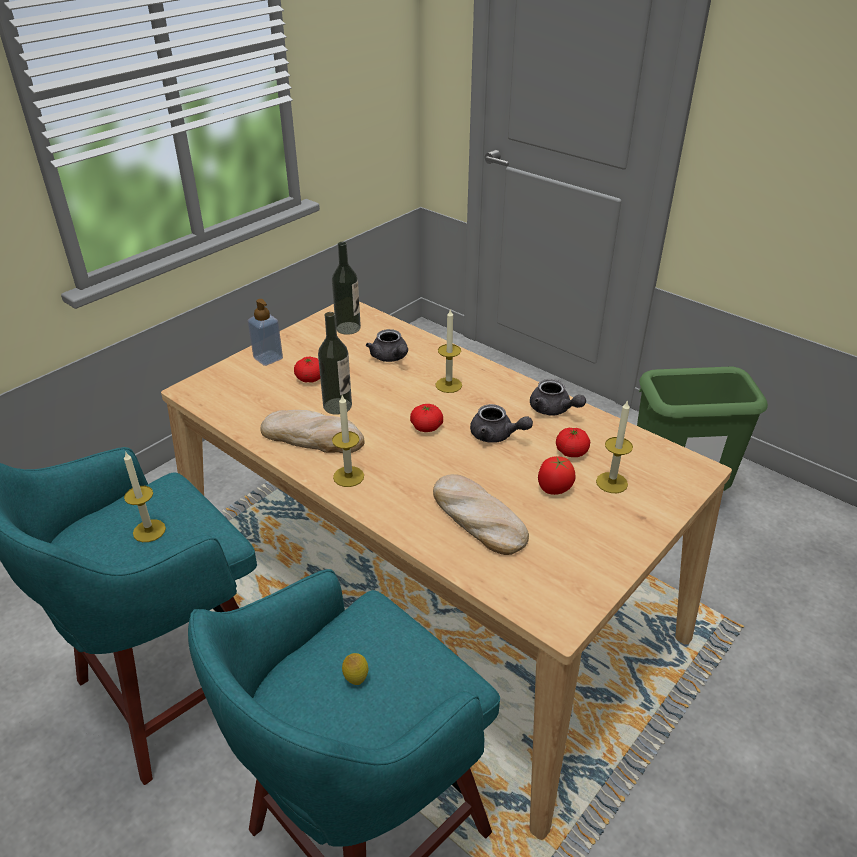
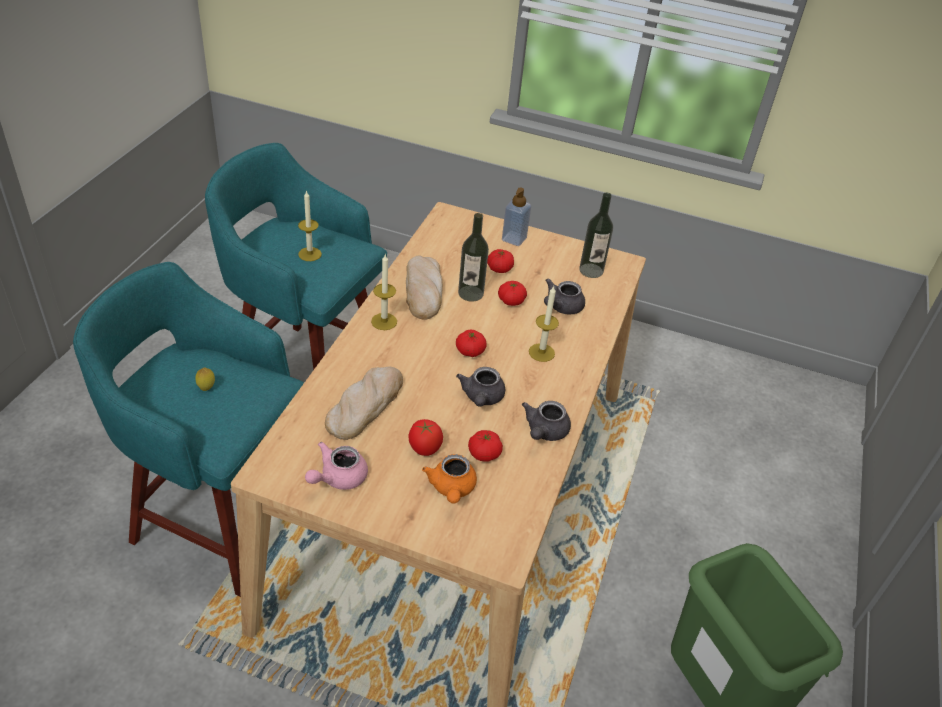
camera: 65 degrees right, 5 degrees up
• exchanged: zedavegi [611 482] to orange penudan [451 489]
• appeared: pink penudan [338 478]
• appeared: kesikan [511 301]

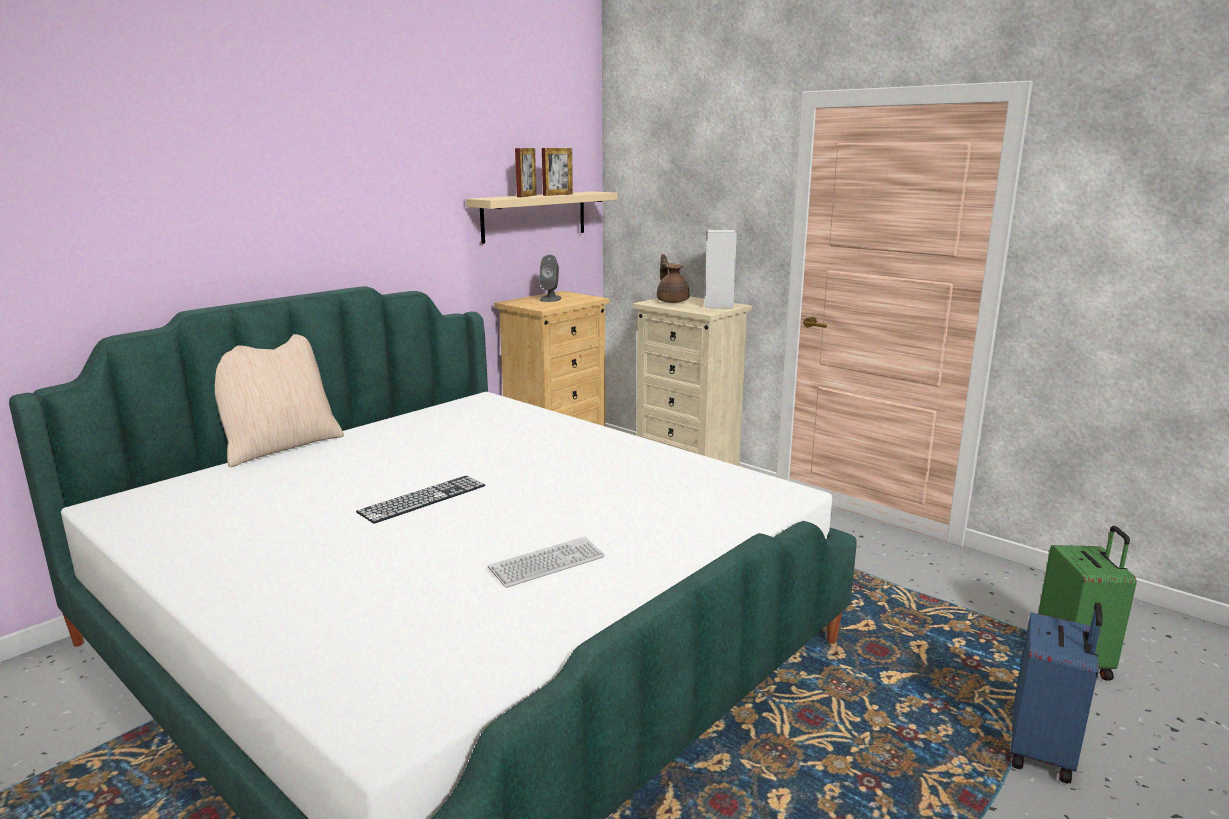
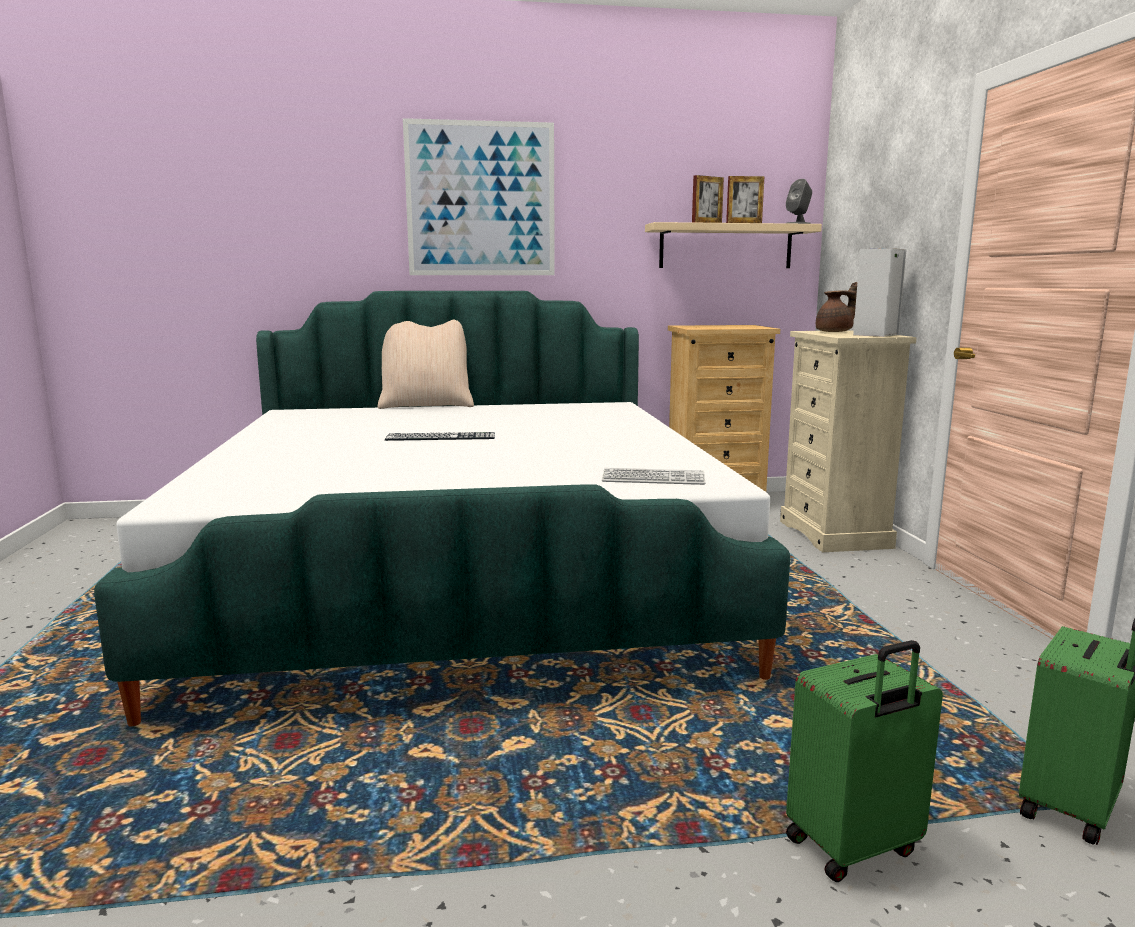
camera: 40 degrees right, 5 degrees down
• relocated: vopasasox [547 564] to [653 478]
• relocated: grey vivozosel [550 299] to [798 224]
• spun: brown penudan [672 301] = [835 331] 45 degrees clockwise
• colour: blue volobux [1043 752] to green volobux [854 847]
• appeared: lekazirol [481 199]

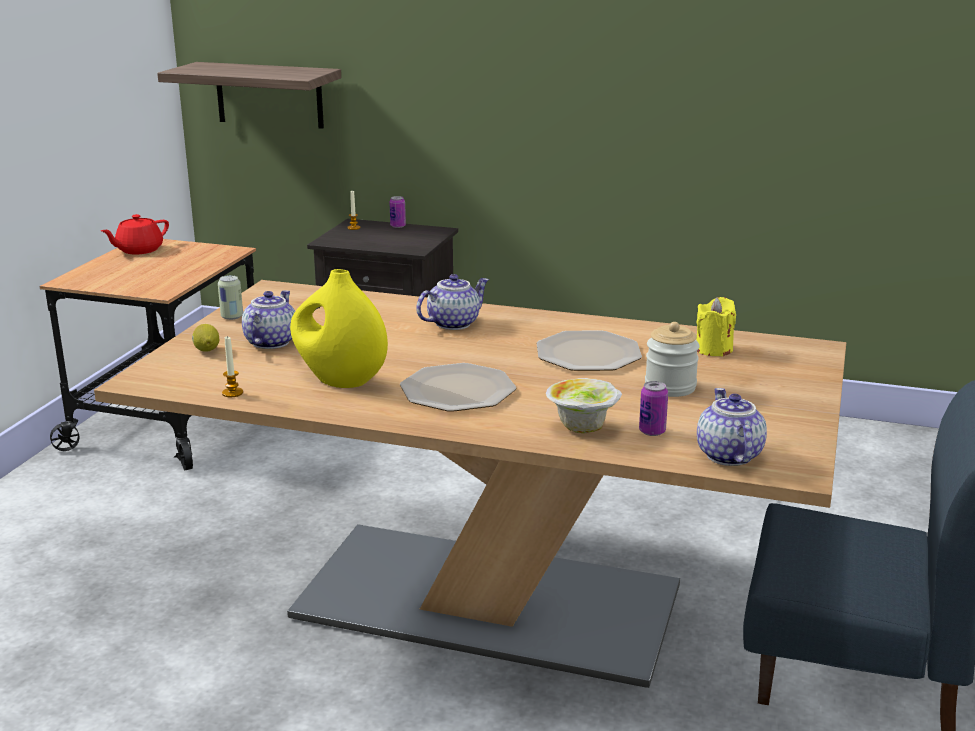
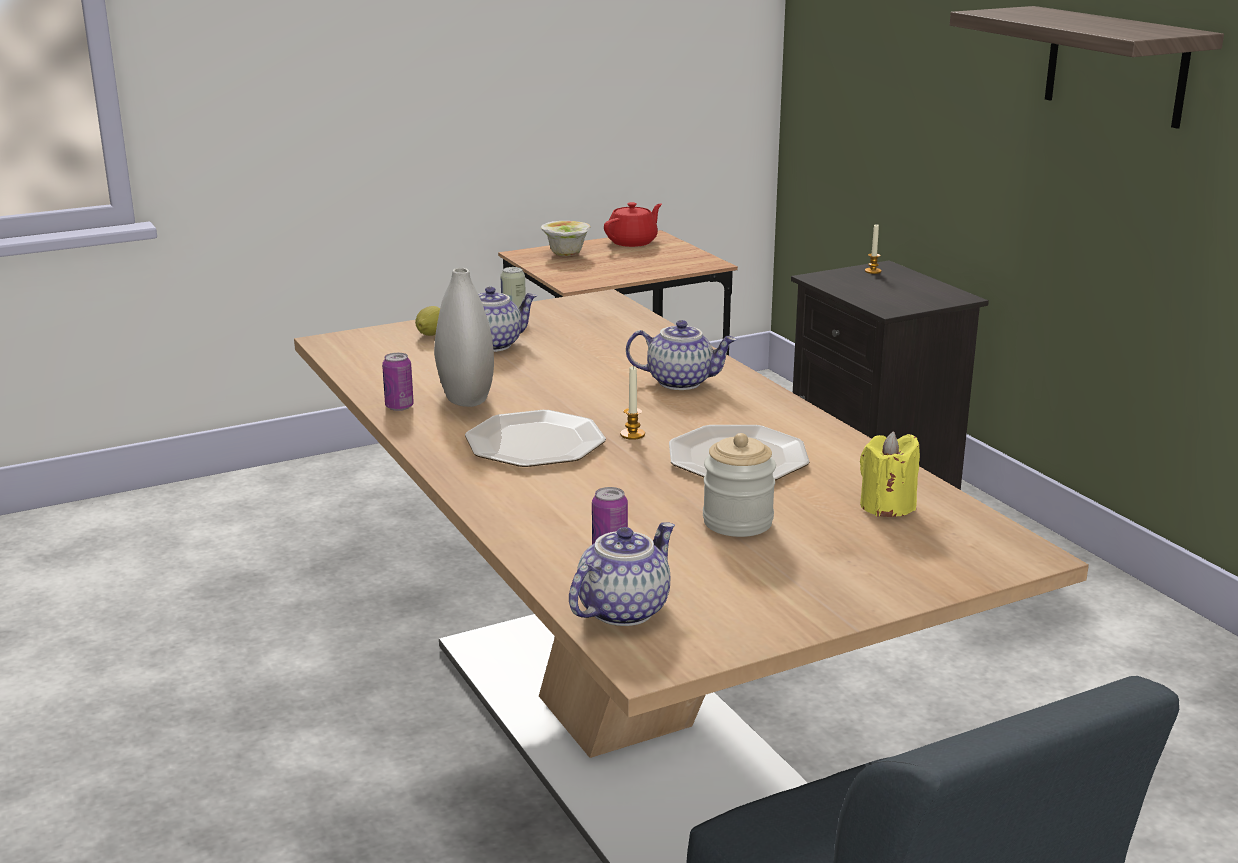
camera: 45 degrees right, 0 degrees up
• spun: red penudan [138 250] = [633 242] 135 degrees clockwise
• relocated: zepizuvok [269 95] to [1116 66]
• relocated: zedavegi [232 393] to [632 434]
• colour: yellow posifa [340 381] to white posifa [465 396]
• relocated: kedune [398 226] to [399 406]
• relocated: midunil [582 428] to [565 254]

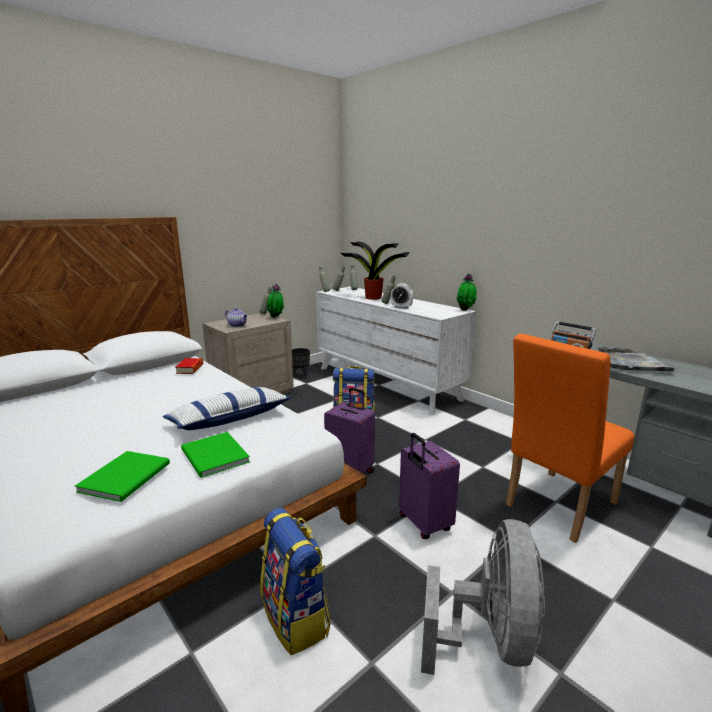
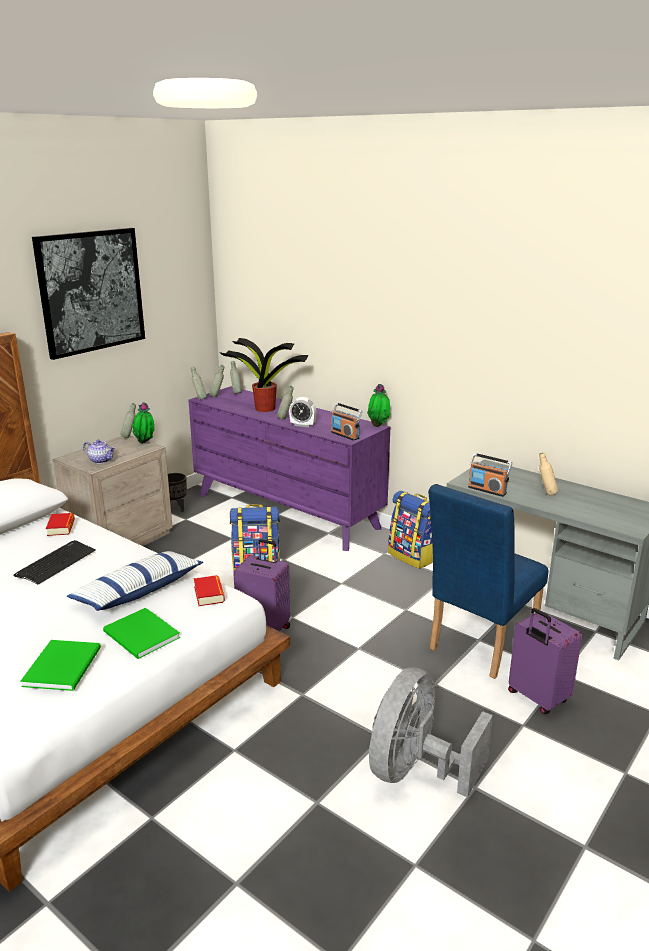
camera: 10 degrees left, 5 degrees up
• relocated: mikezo [297 618] to [412 557]
• colour: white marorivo [386 383] to purple marorivo [287 511]
• relocated: purple volobux [423 524] to [536 698]
• spun: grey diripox [489 639] = [416 770] 150 degrees counterclockwise
• colour: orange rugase [555 507] to blue rugase [478 645]
• exchanged: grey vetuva [629 362] to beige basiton [545 494]
• appeared: vopasasox [56 563]
• appeared: lekazirol [91 291]
• appeared: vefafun [209 594]
• appeared: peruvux [345 435]

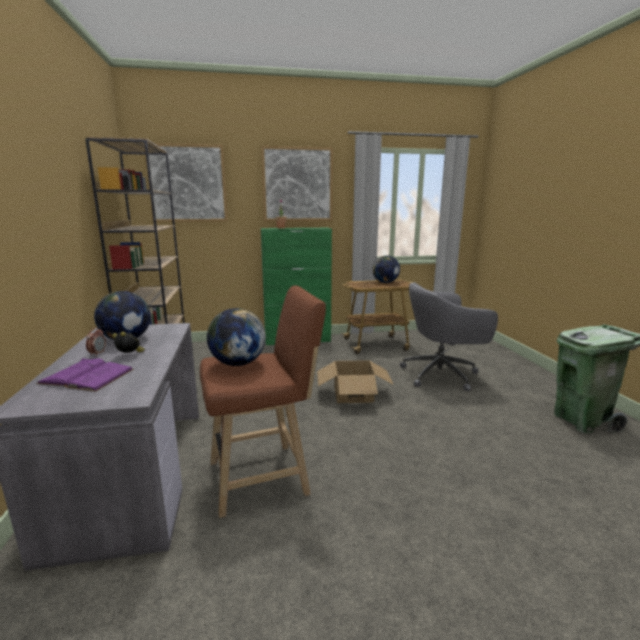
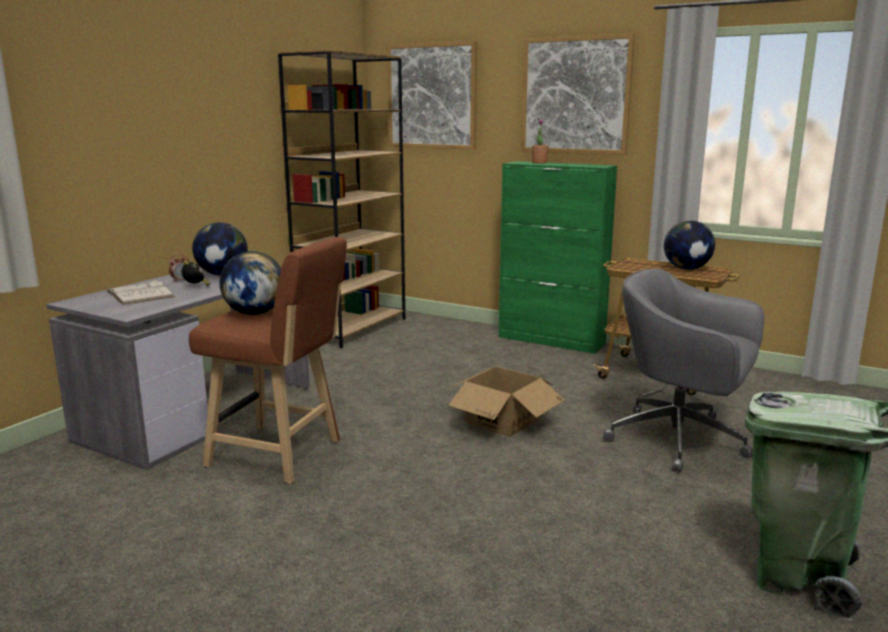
camera: 40 degrees right, 0 degrees up
• colour: purple vefafun [87 376] to white vefafun [140 294]

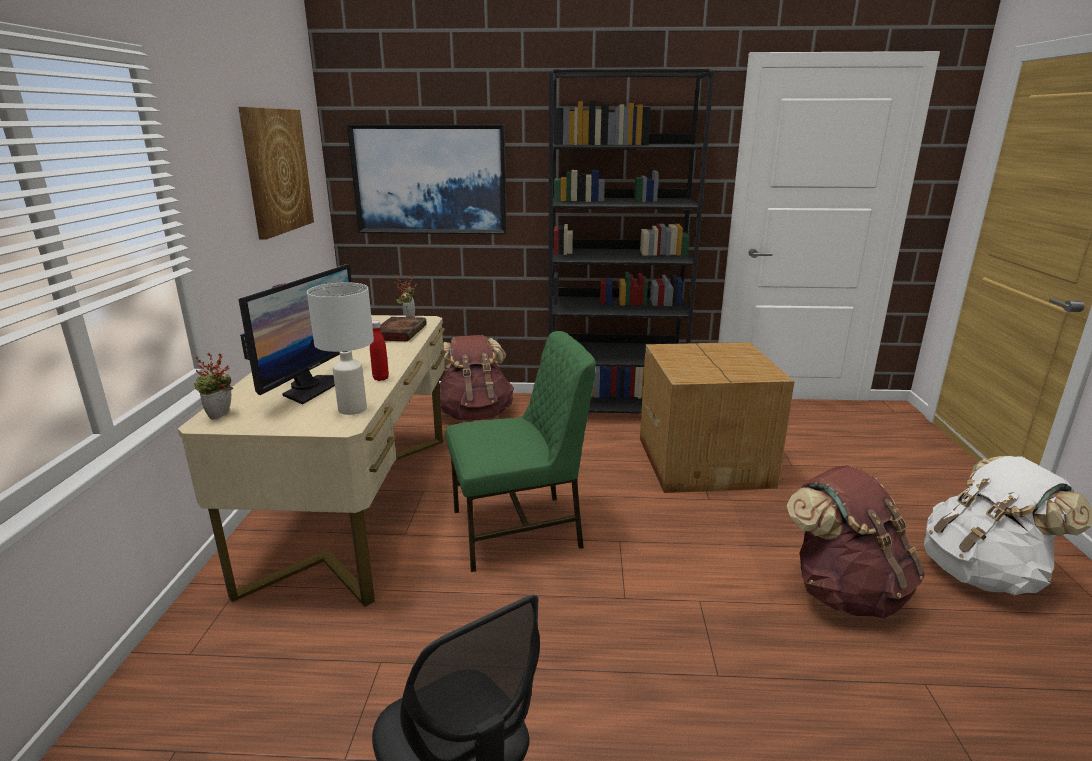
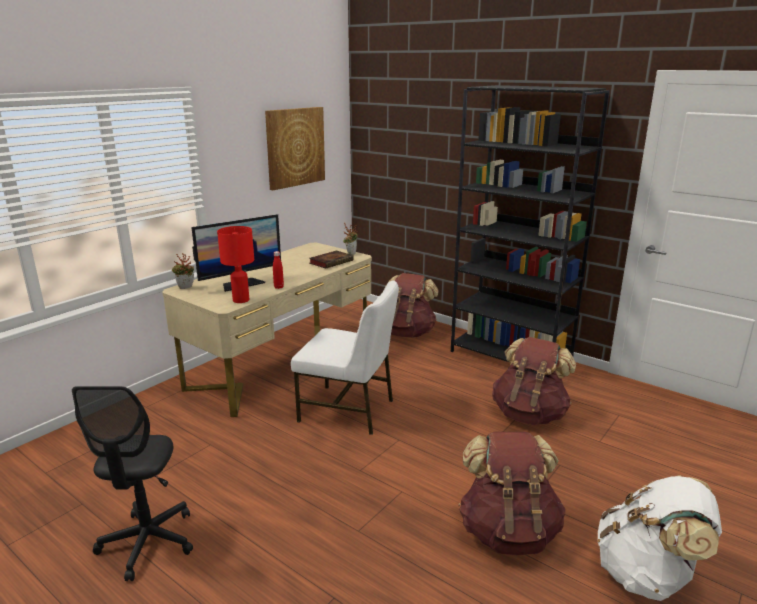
camera: 35 degrees right, 0 degrees up
• colour: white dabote [353 409] to red dabote [241 300]
• missing: lekazirol [430 180]
• colour: green rugase [519 530] to white rugase [348 410]
• exchanged: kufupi [705 461] to brown mikezo [529 414]

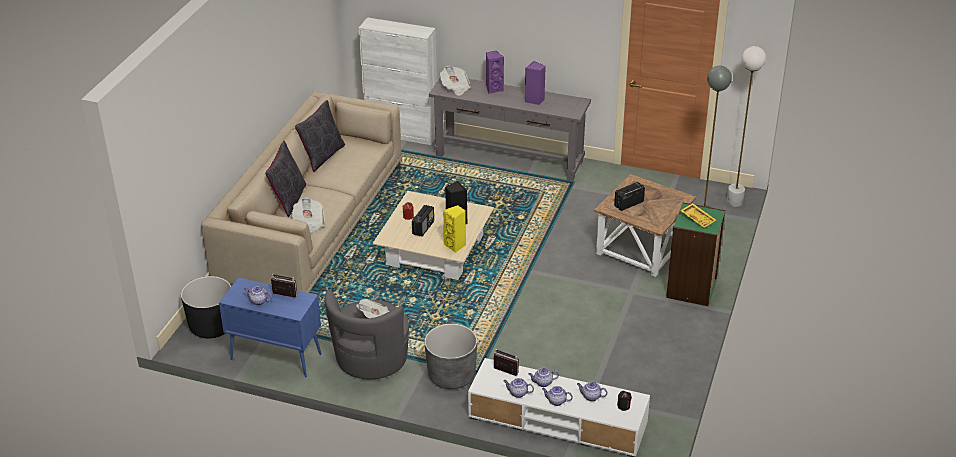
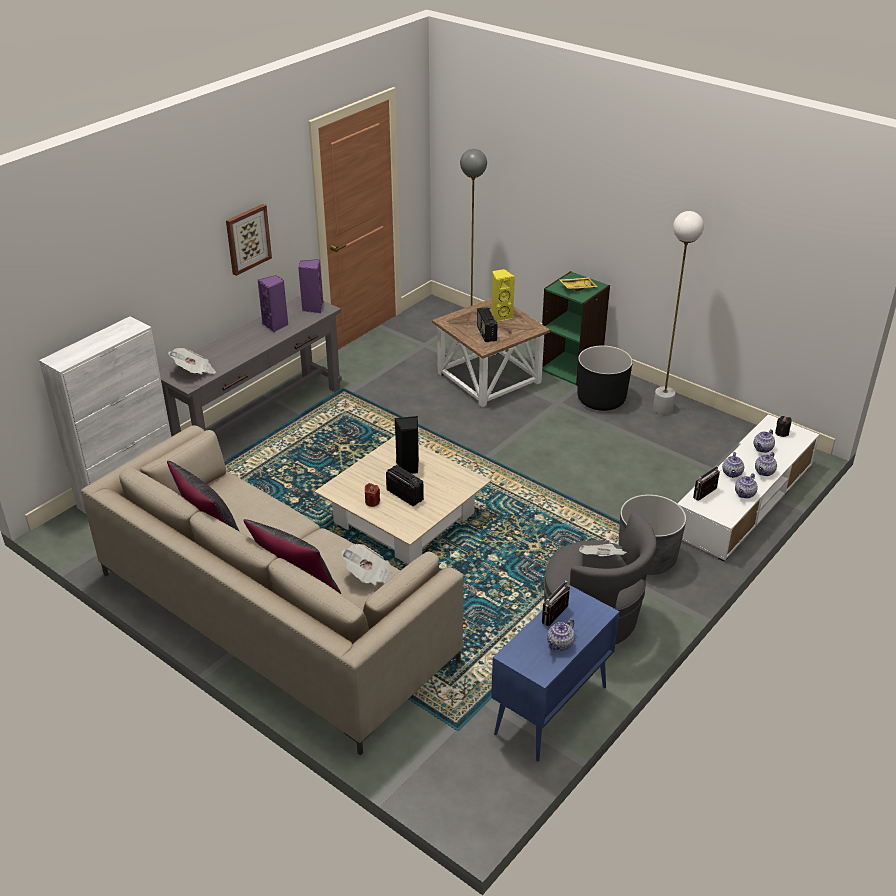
camera: 70 degrees left, 0 degrees up
• relocated: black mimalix [212 326] to [601 399]
• relocated: yellow vivozosel [455 246] to [500 316]
• relocated: purple vivozosel [493 89] to [312 308]
• relocated: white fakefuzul [734 202] to [662 409]
• appeared: lekazirol [247 239]

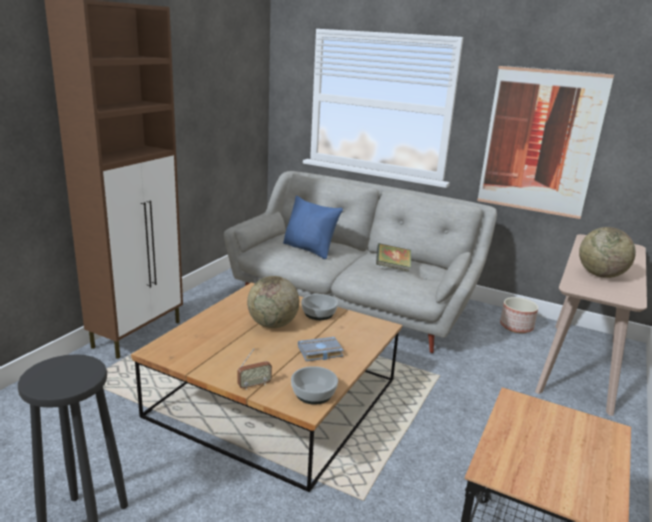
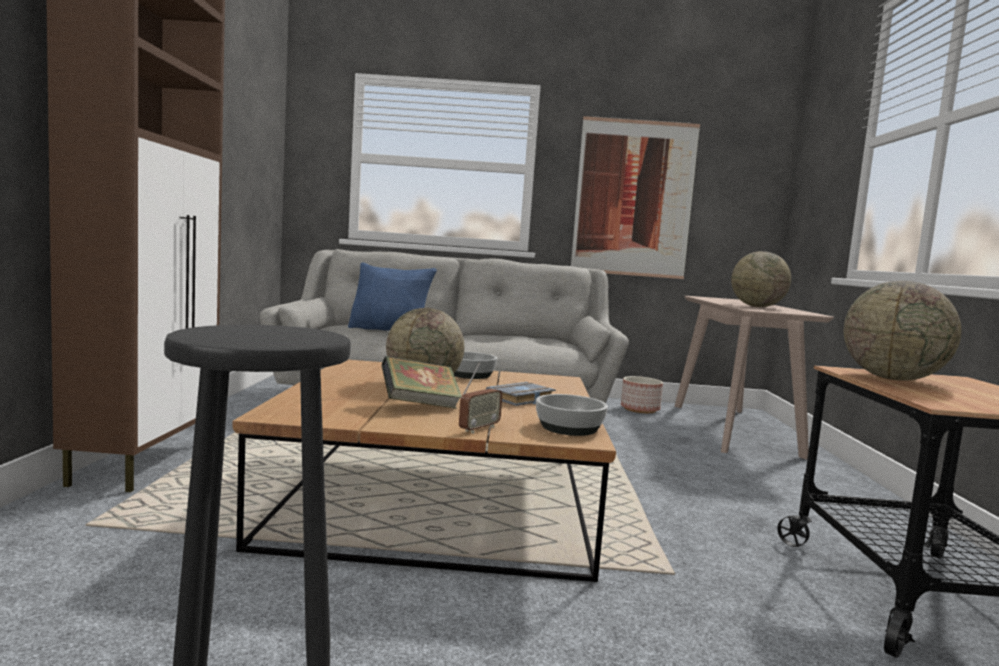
camera: 25 degrees left, 15 degrees down
• relocated: vefafun [392 267] to [420 405]
• appeared: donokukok [892 379]

